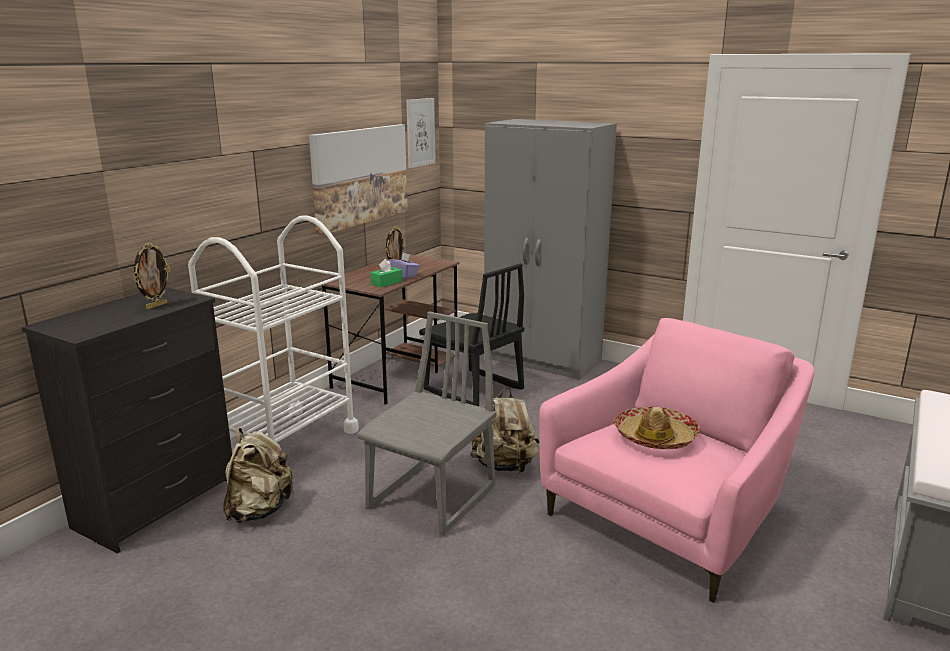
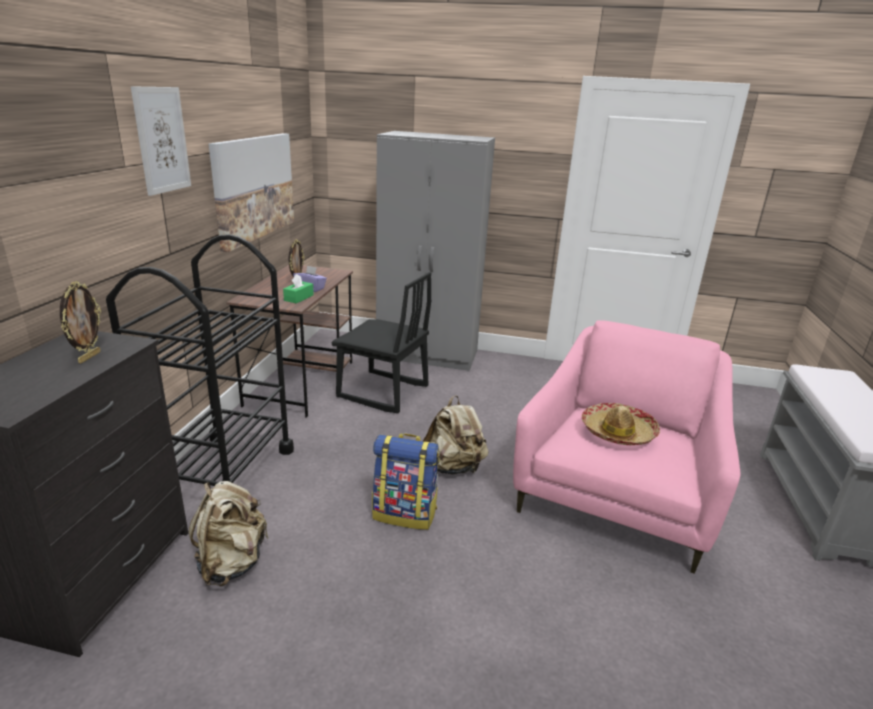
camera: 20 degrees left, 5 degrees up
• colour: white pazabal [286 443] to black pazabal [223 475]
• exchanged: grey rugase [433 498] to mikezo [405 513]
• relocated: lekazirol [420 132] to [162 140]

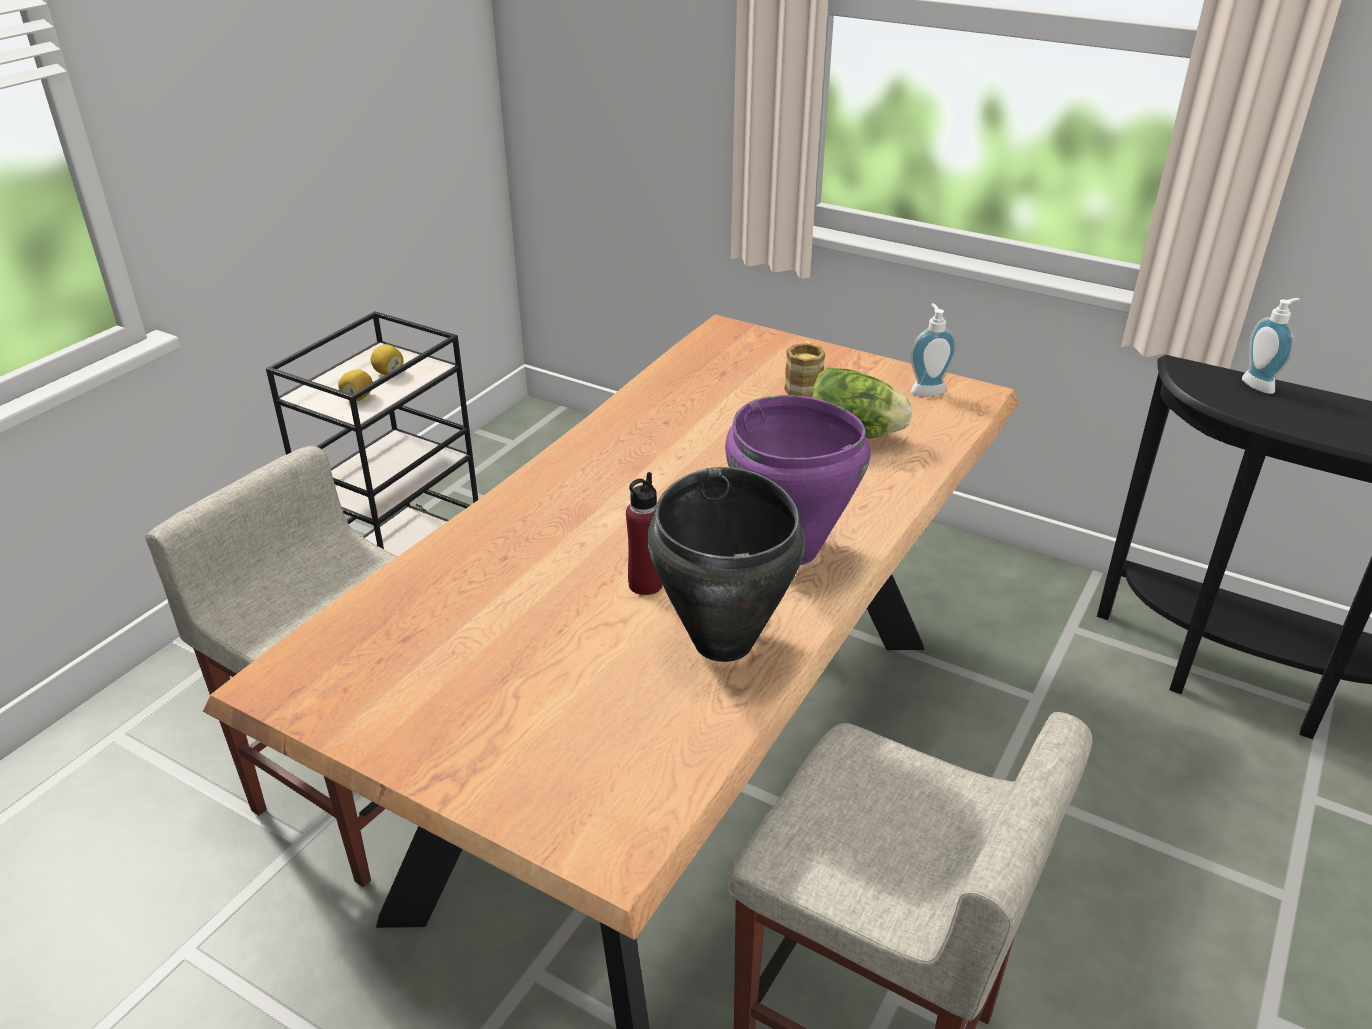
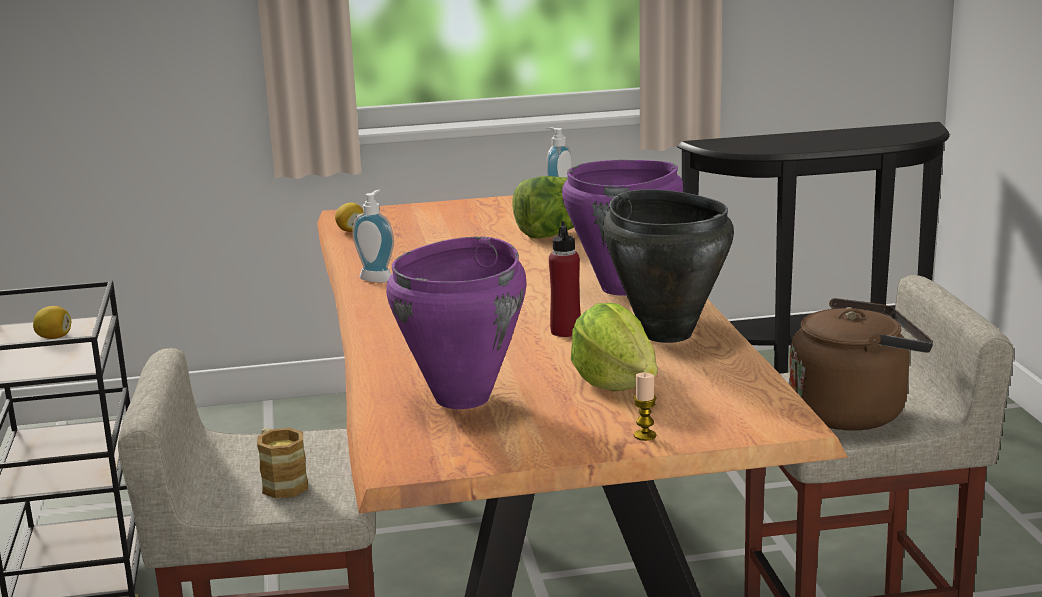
camera: 40 degrees left, 15 degrees down
• relocated: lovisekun [358 398] to [351 231]
• relocated: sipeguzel [804 386] to [281 482]
• relocated: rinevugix [1261 384] to [378 278]
• appeared: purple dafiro [464 398]
• appeared: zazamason [615 383]
• appeared: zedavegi [645 435]
• appeared: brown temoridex [854 412]

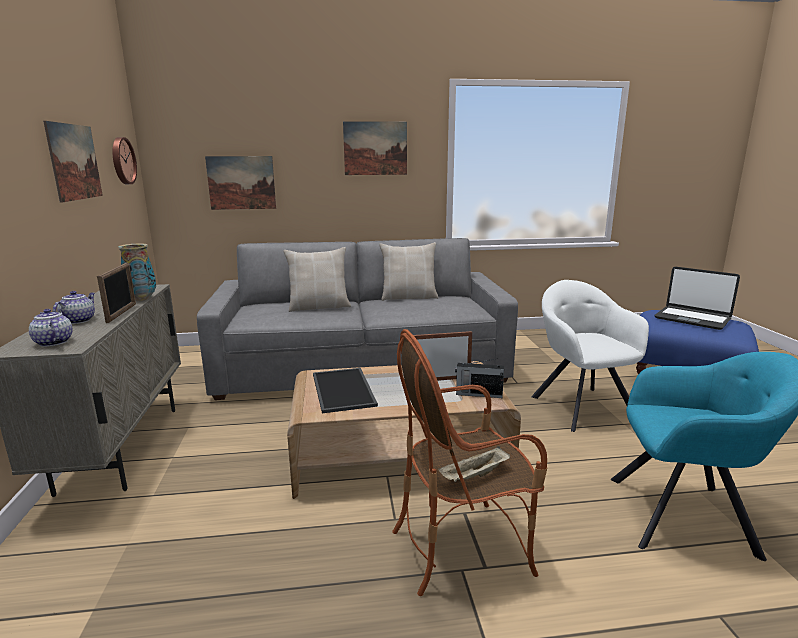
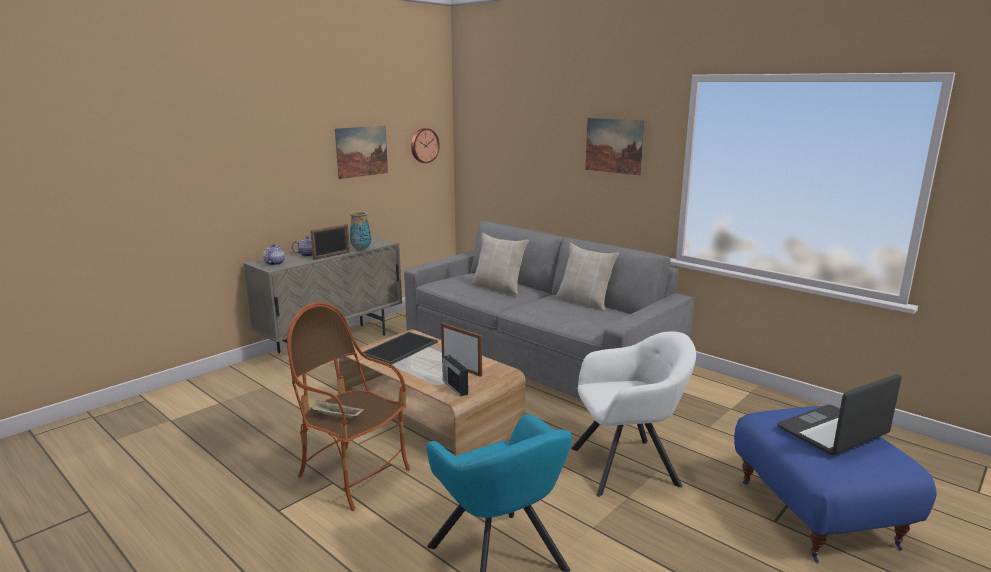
camera: 50 degrees right, 0 degrees up
• missing: lekazirol [241 183]
• spun: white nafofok [580 406] = [628 465] 45 degrees clockwise
• spun: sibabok [692 318] = [833 432] 60 degrees clockwise

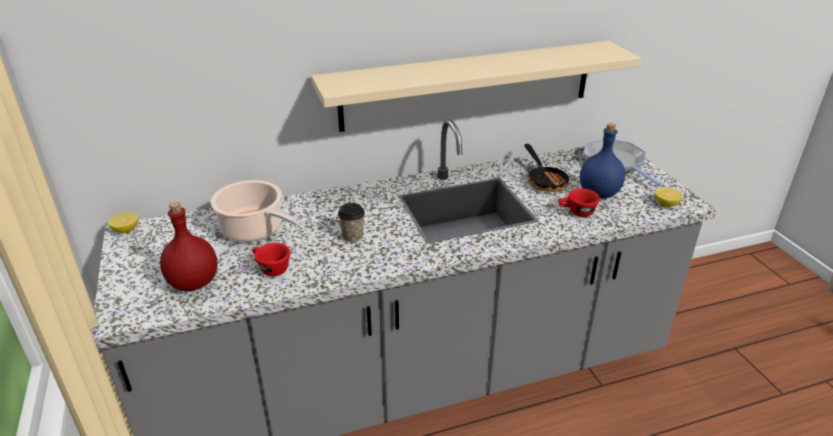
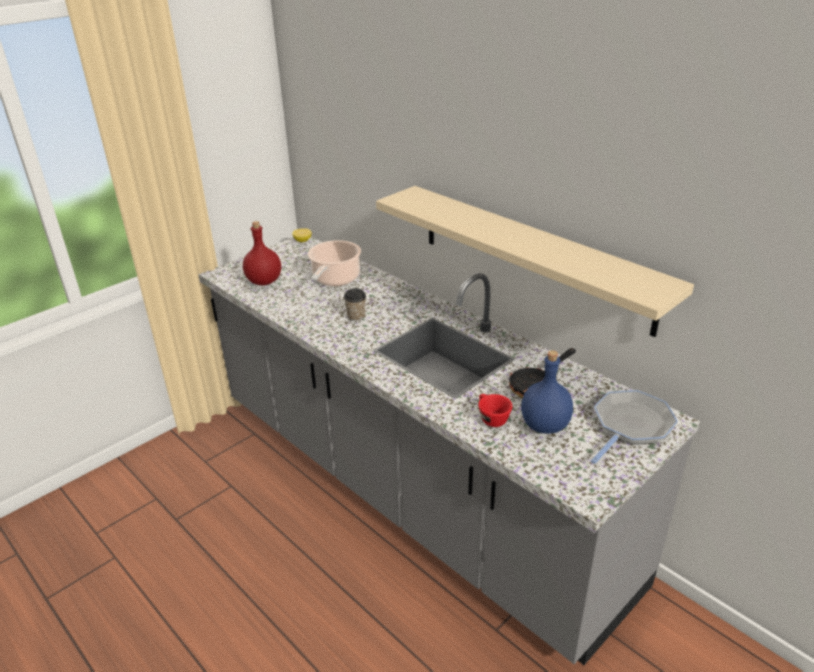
camera: 65 degrees right, 0 degrees up
• missing: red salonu [270 268]
• missing: lovisekun [666 204]

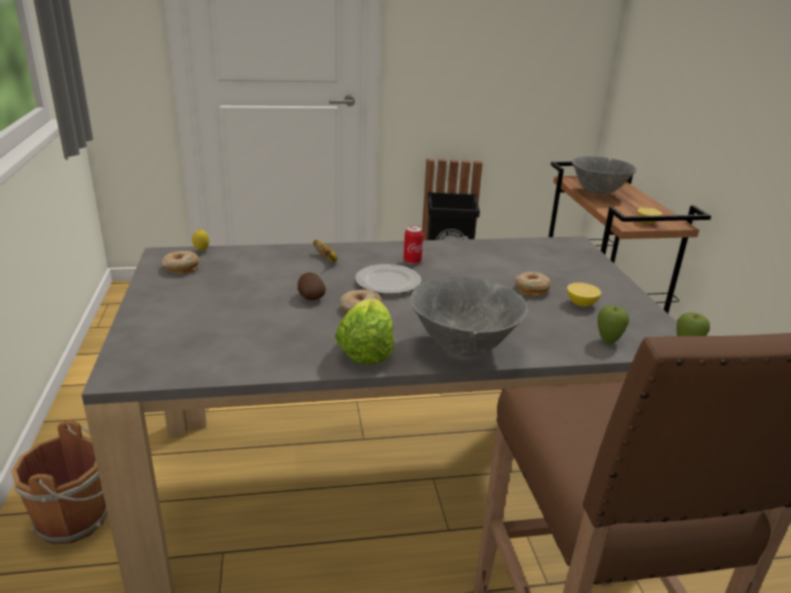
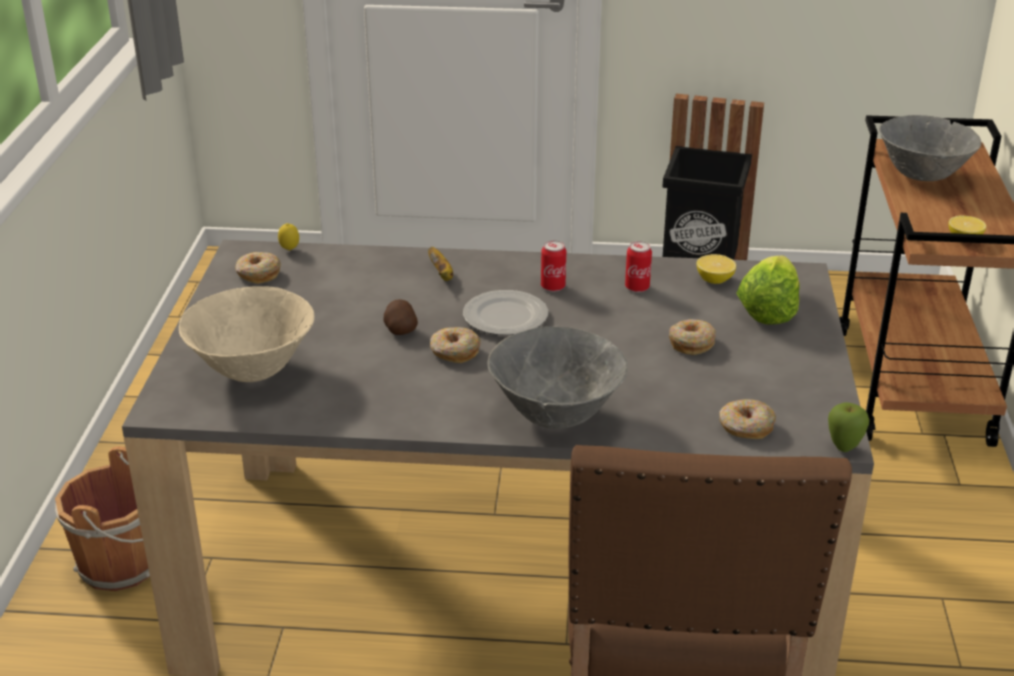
camera: 15 degrees right, 5 degrees up
• relocated: zazamason [366 349] to [768 309]
• relocated: lovisekun [581 303] to [714 280]
• exchanged: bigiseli [608 341] to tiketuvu [745 427]
• appeared: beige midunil [253 371]
• appeared: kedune [637 287]

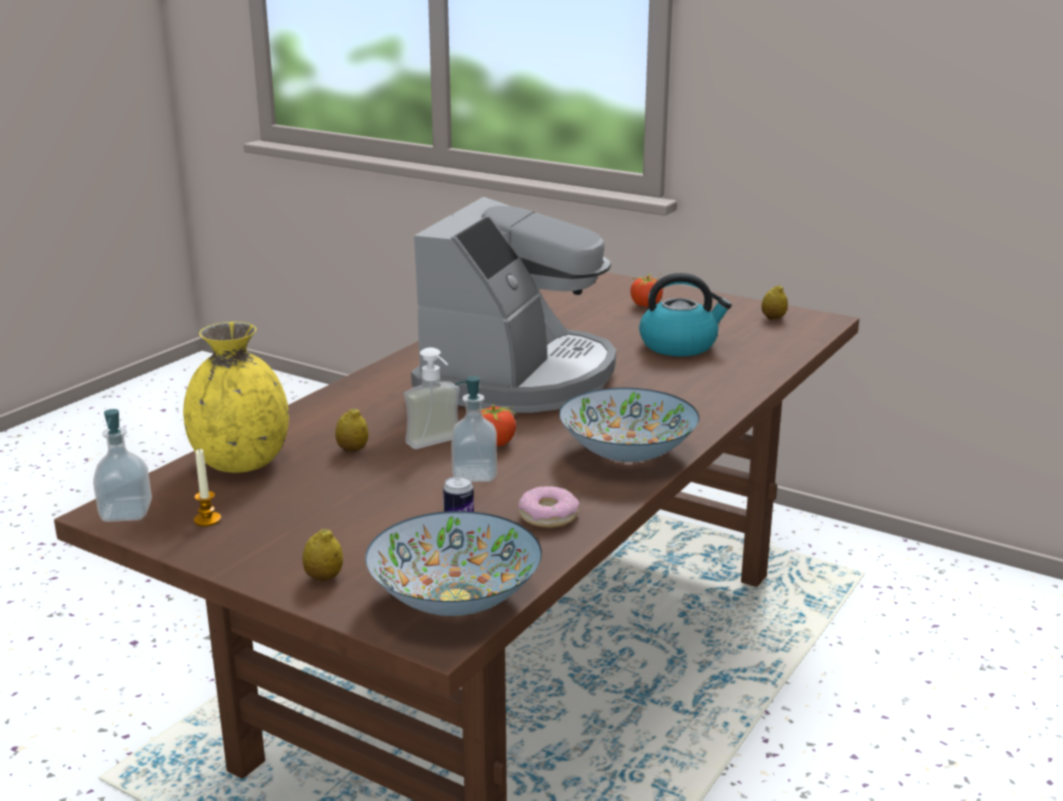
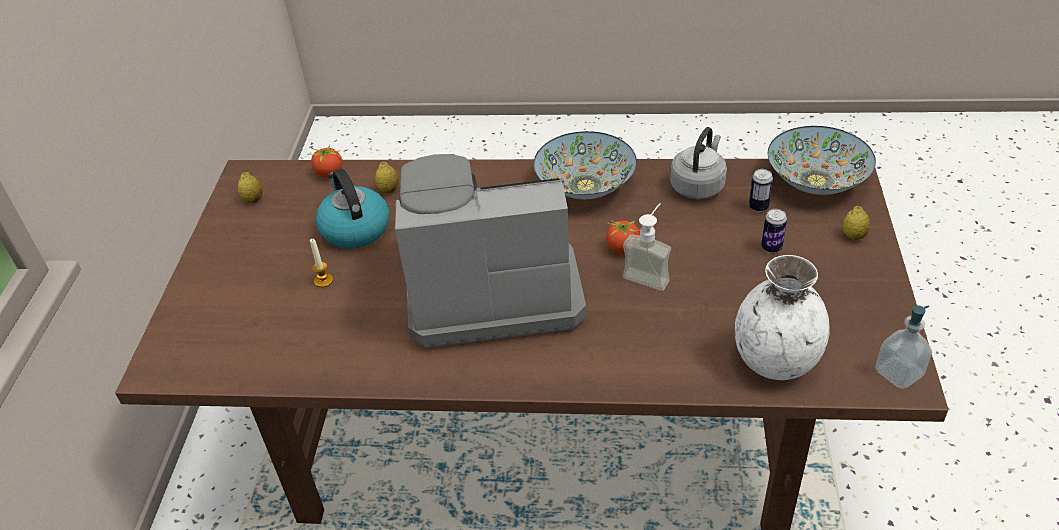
camera: 115 degrees left, 20 degrees up
• colour: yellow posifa [242 463] to white posifa [775 360]
• relocated: zedavegi [207 520] to [323 281]
• relocated: lovisekun [352 450] to [389 190]
• missing: rinevugix [474 474]
• exchanged: tiketuvu [548 516] to grey temoridex [698 185]
• relocated: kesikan [646 305] to [329 173]
• appeared: kedune [771 247]

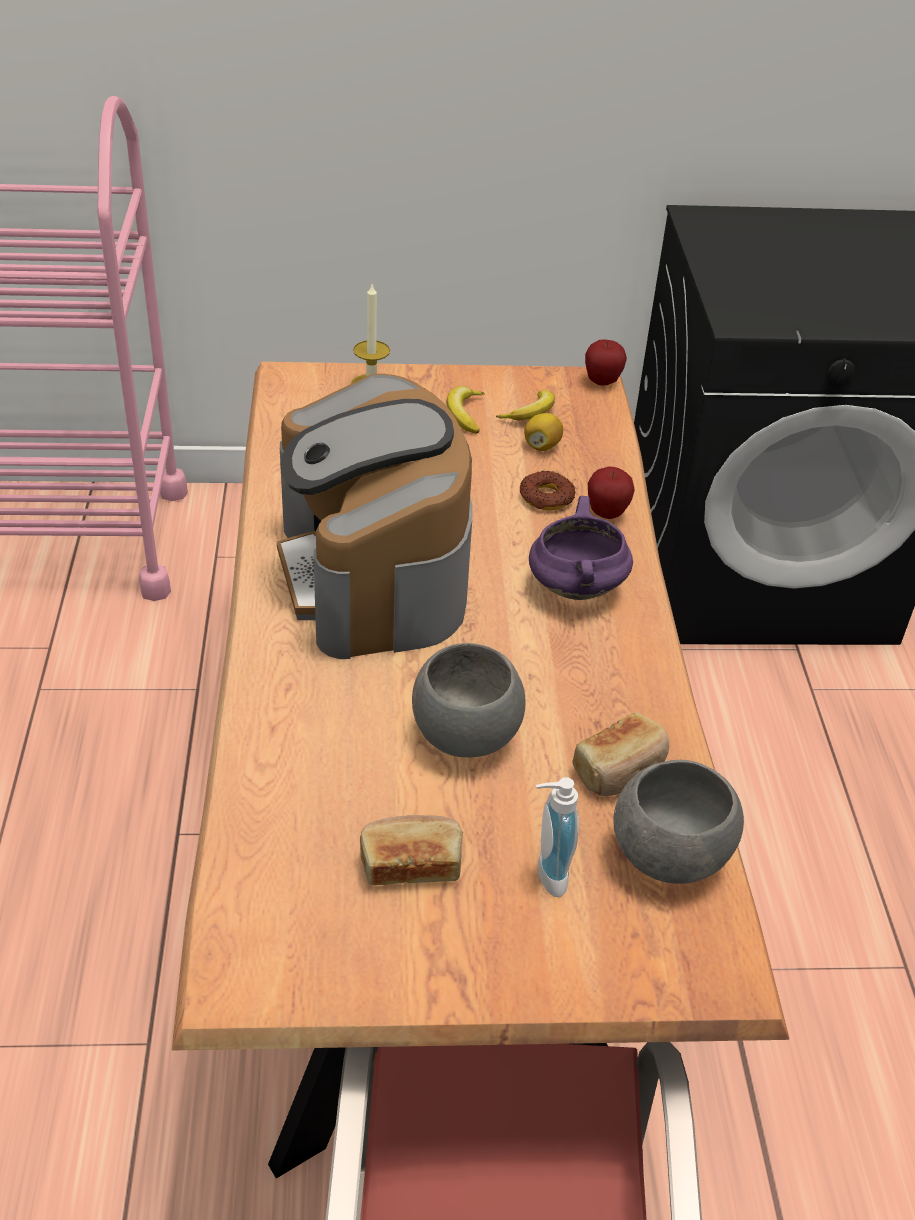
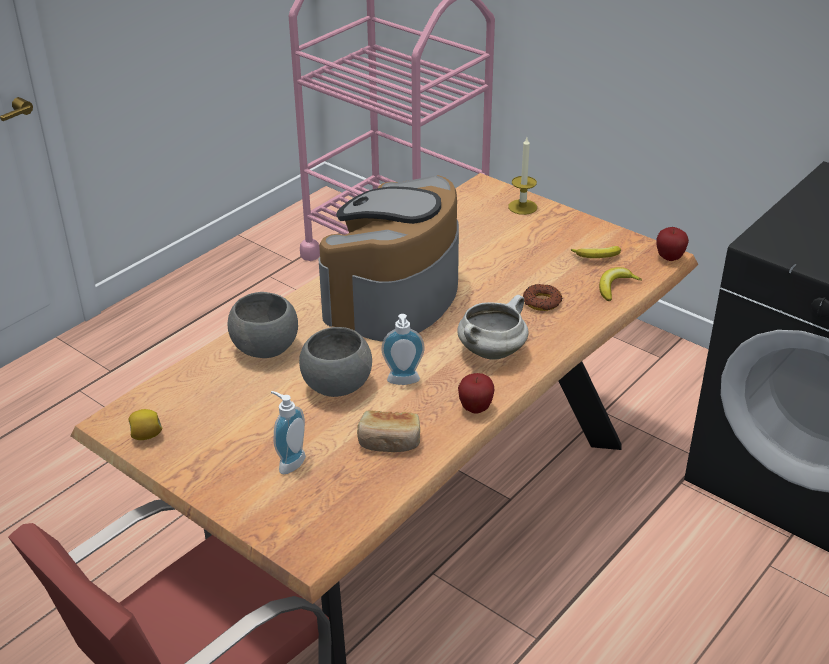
camera: 45 degrees right, 5 degrees down
• missing: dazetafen [411 863]
• relocated: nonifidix [464 414] to [615 287]
• relocated: lovisekun [542 446] to [146 435]
• colour: purple dafiro [575 587] to white dafiro [492 351]
• relocated: bigiseli [606 513] to [475 409]
• relocated: grey midunil [671 856] to [265 349]
• appeared: rinevugix [403 382]

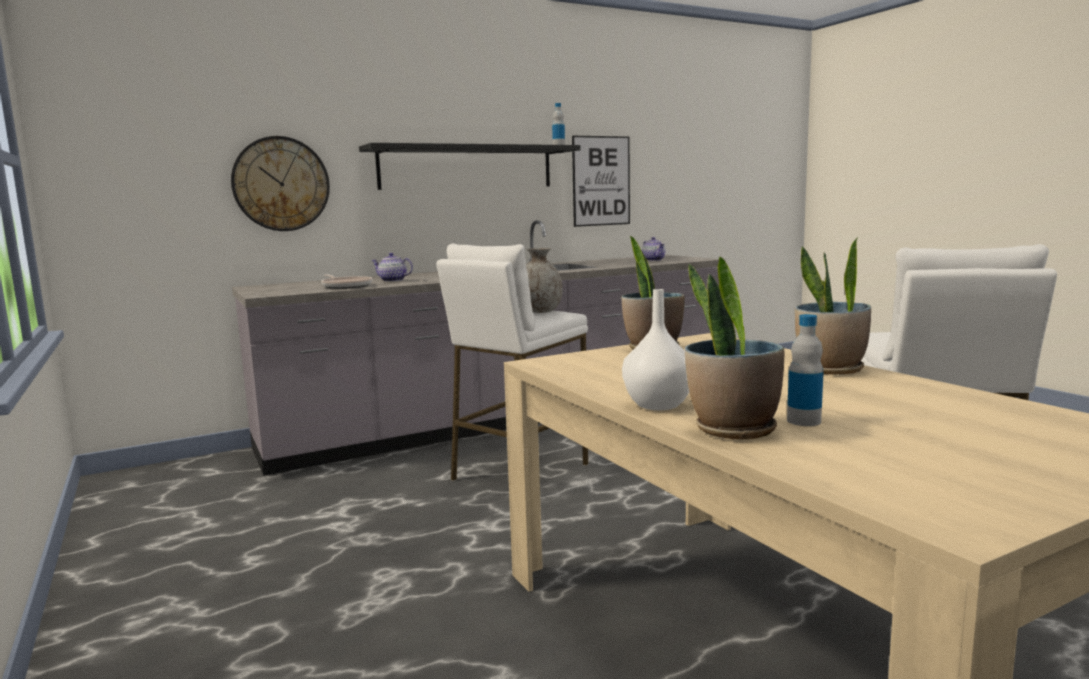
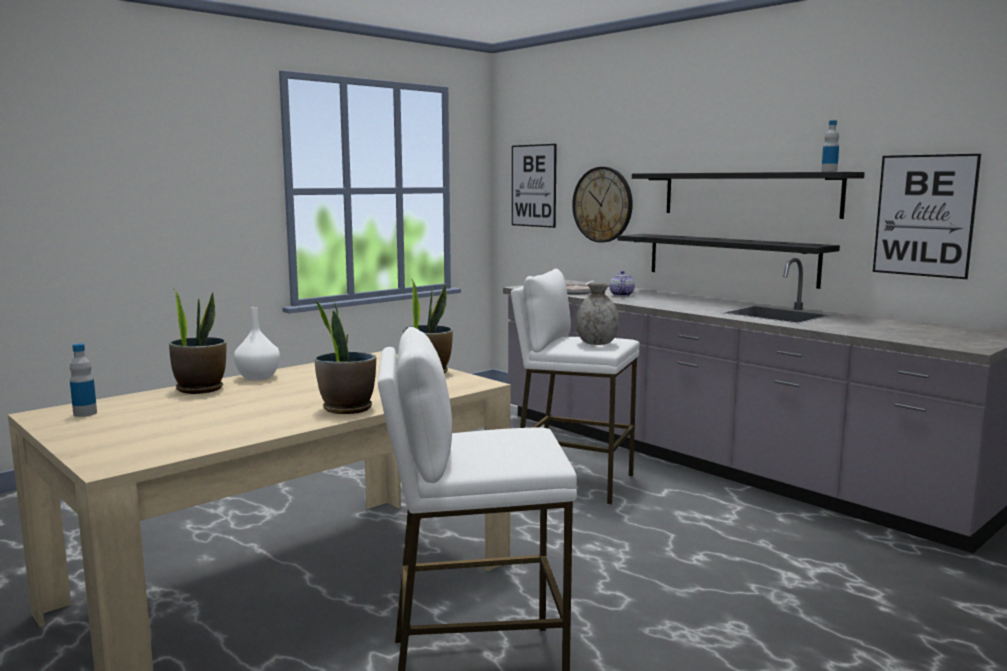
camera: 75 degrees right, 0 degrees up
• missing: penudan [653 260]
• relocated: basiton [803 421] to [85 413]
• appeared: lekazirol [533 185]
• appeared: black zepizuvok [730 259]

